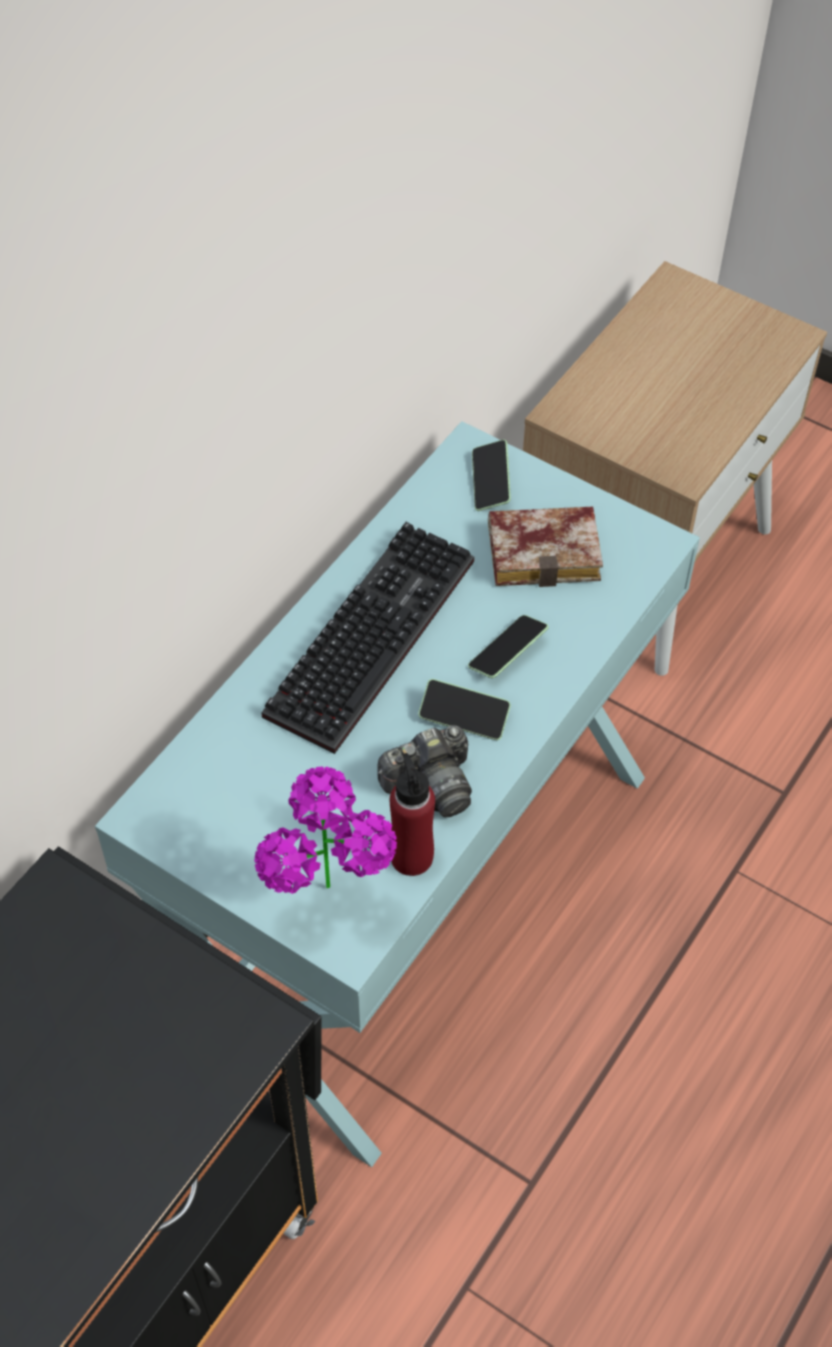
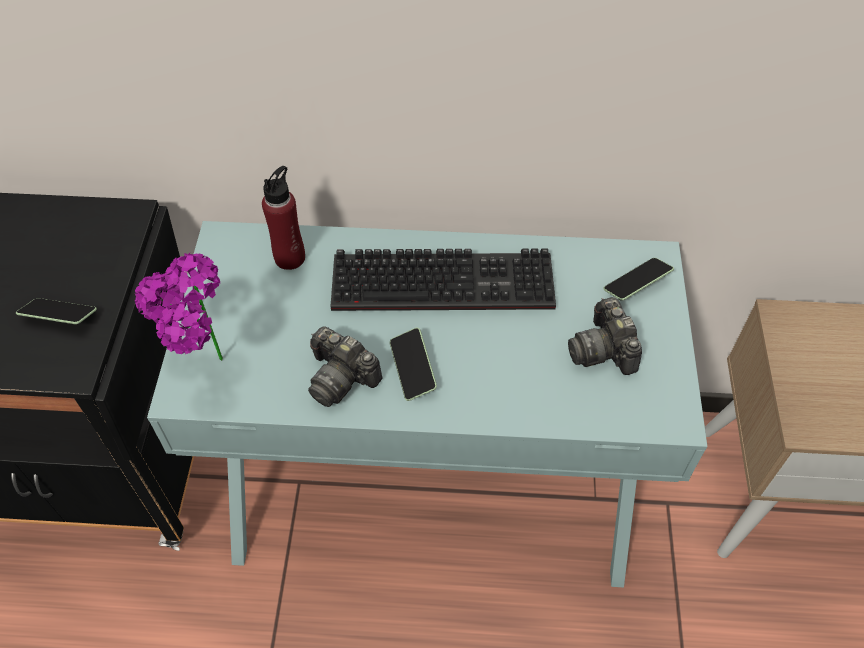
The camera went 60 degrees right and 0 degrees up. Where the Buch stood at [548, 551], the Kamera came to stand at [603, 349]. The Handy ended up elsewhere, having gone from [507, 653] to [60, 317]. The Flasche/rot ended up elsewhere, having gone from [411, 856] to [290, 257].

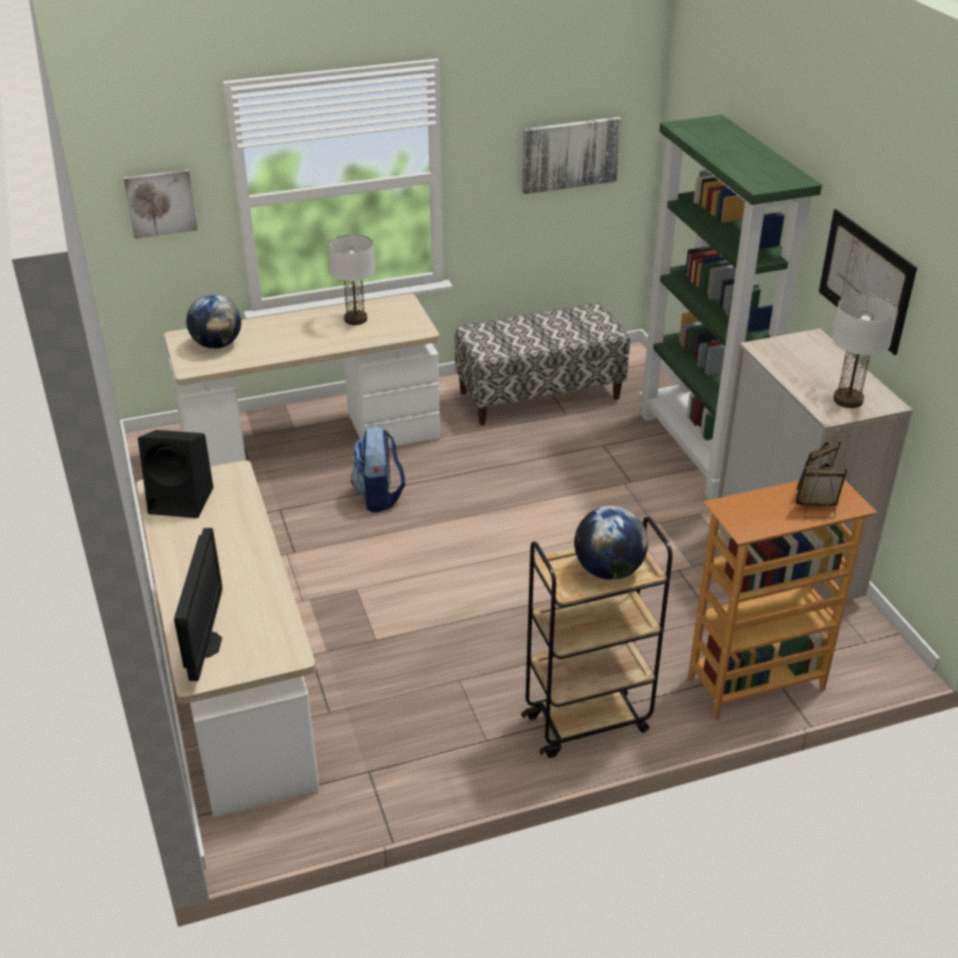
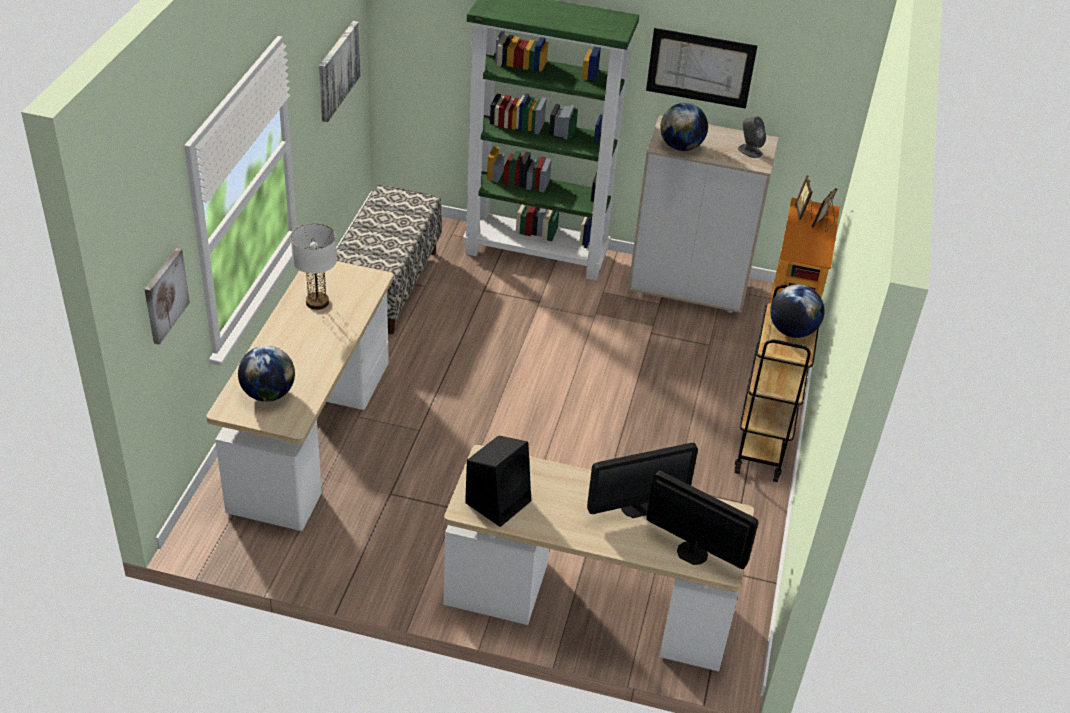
The camera went 60 degrees left and 5 degrees up. Where the Tischlampe stood at [848, 400], the Lautsprecher/grau came to stand at [749, 151]. The second view lost the Rucksack at [379, 496]. The second view gained the Globus at [681, 147]. The second view gained the Monitor at [635, 507].

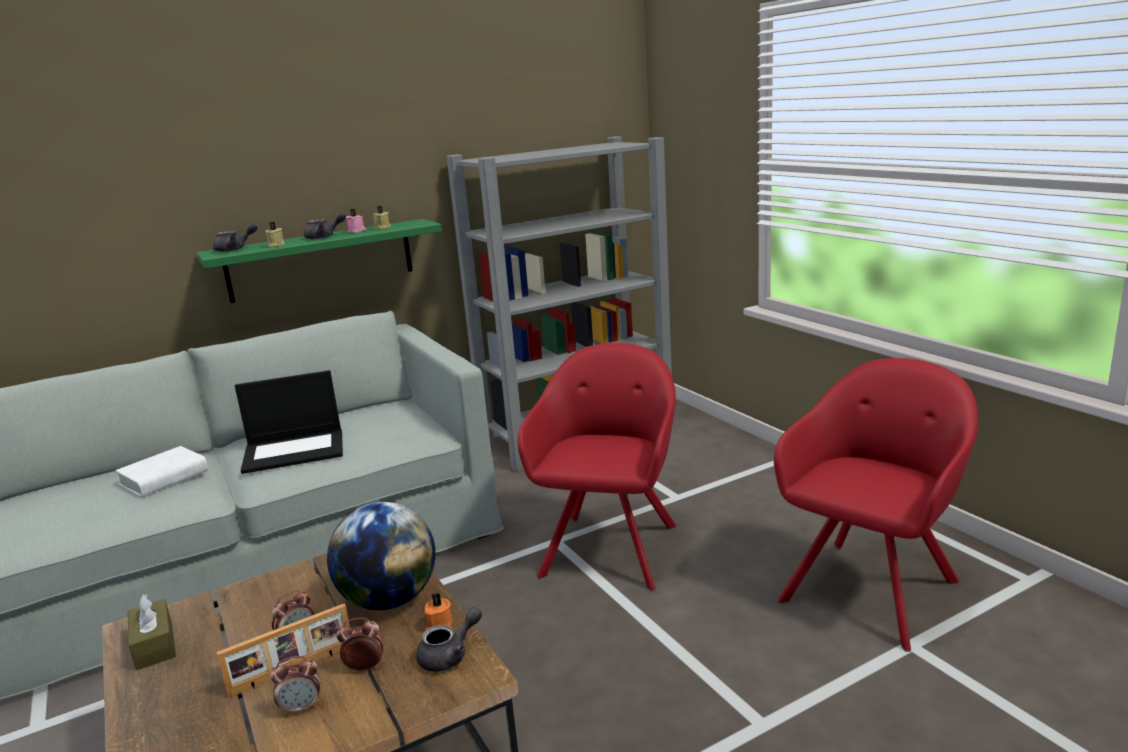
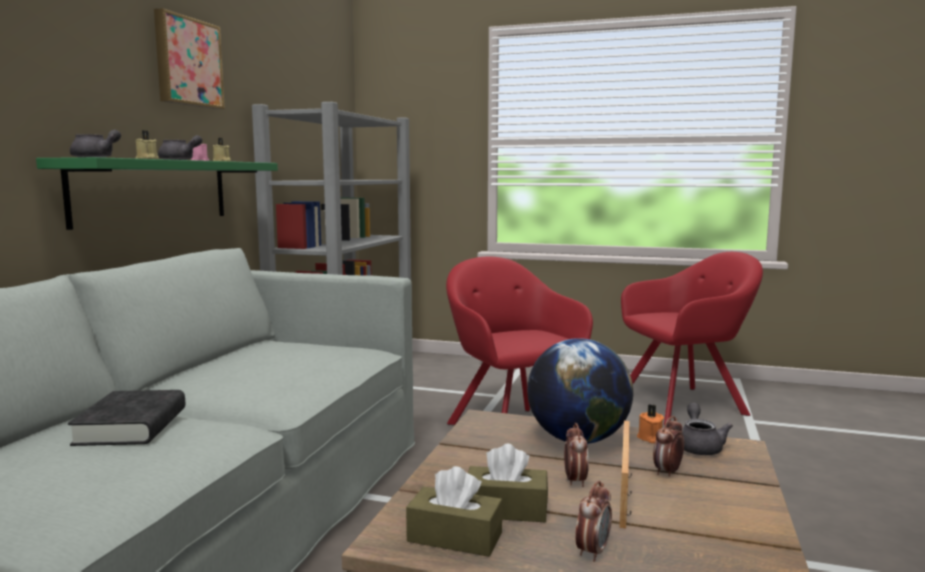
The camera went 45 degrees left and 10 degrees down. The Sessel/rot at [872, 586] ended up facing another way, 75 degrees clockwise from before. The second view lost the Laptop at [295, 450]. What was the Buch/weiß at [164, 478] turned into the Buch/schwarz at [132, 426]. The Wecker ended up elsewhere, having gone from [301, 708] to [592, 551]. The second view gained the Bild at [187, 62]. The second view gained the Taschentuchbox/braun at [506, 509].

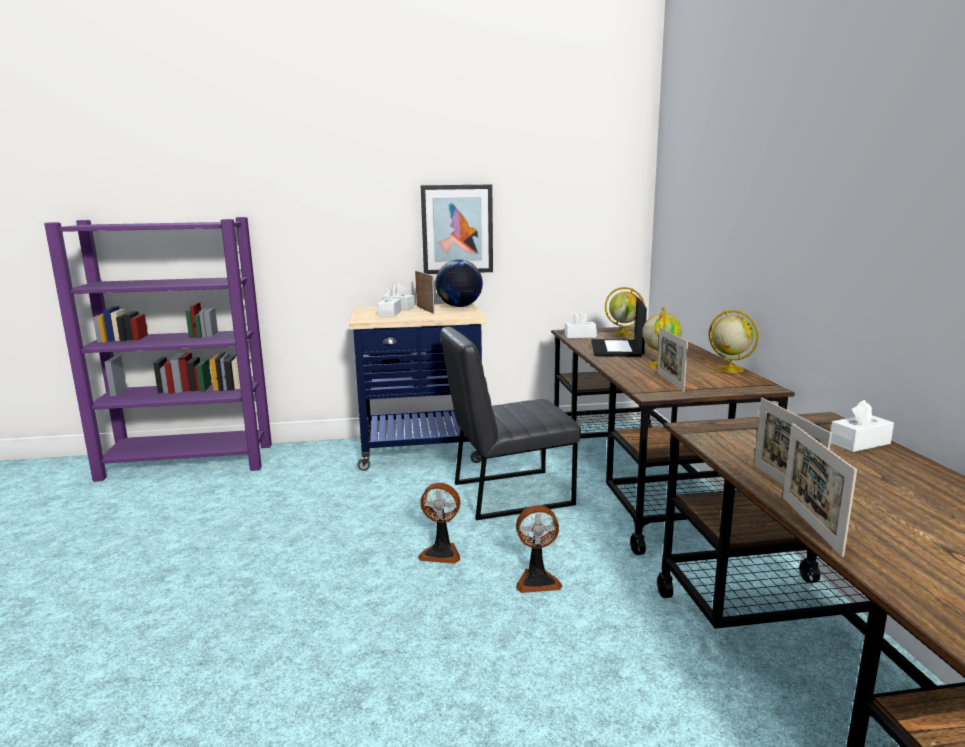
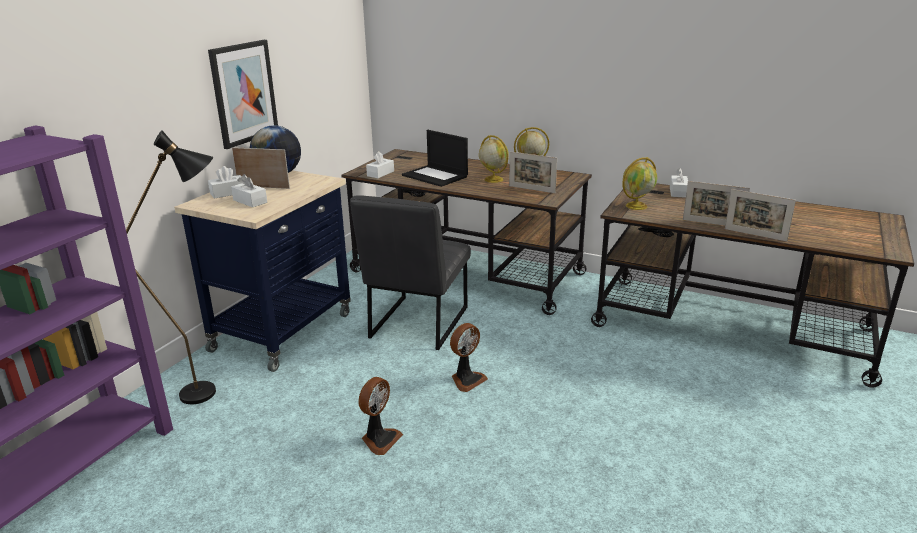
The camera went 55 degrees left and 10 degrees up. The Globus ended up elsewhere, having gone from [623, 334] to [636, 206]. The Ventilator ended up elsewhere, having gone from [537, 580] to [379, 439]. The second view gained the Stehlampe/schwarz at [212, 391].

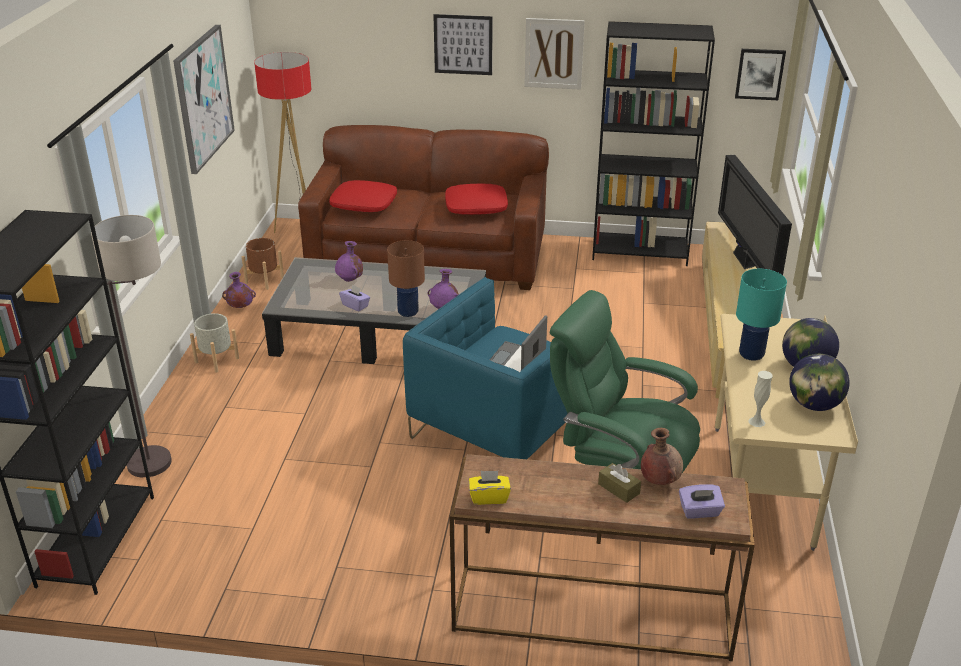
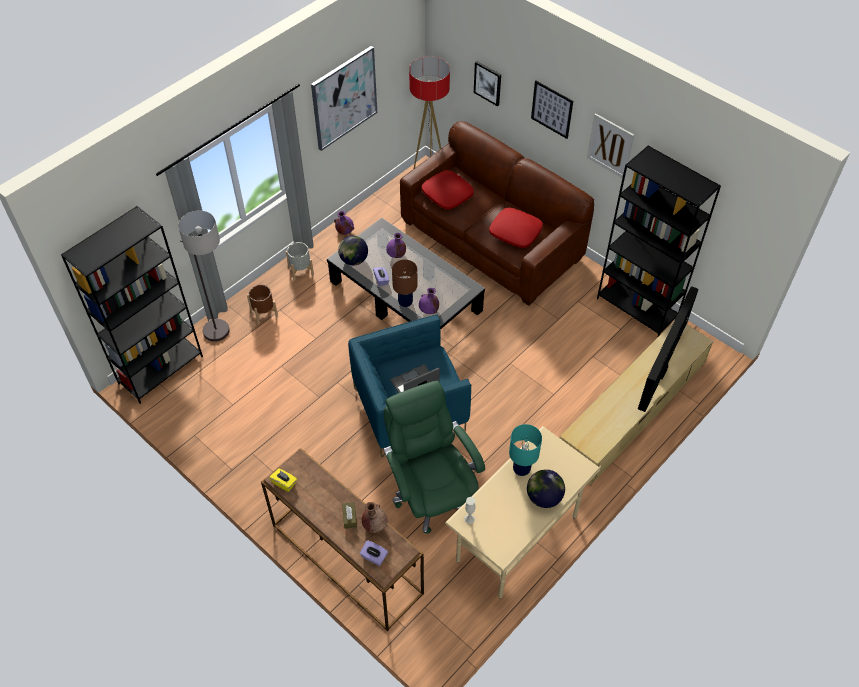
The camera went 35 degrees right and 20 degrees up. The Bild ended up elsewhere, having gone from [759, 74] to [488, 83]. The Pflanzkübel/braun ended up elsewhere, having gone from [264, 280] to [264, 313]. The Globus ended up elsewhere, having gone from [814, 405] to [353, 260].

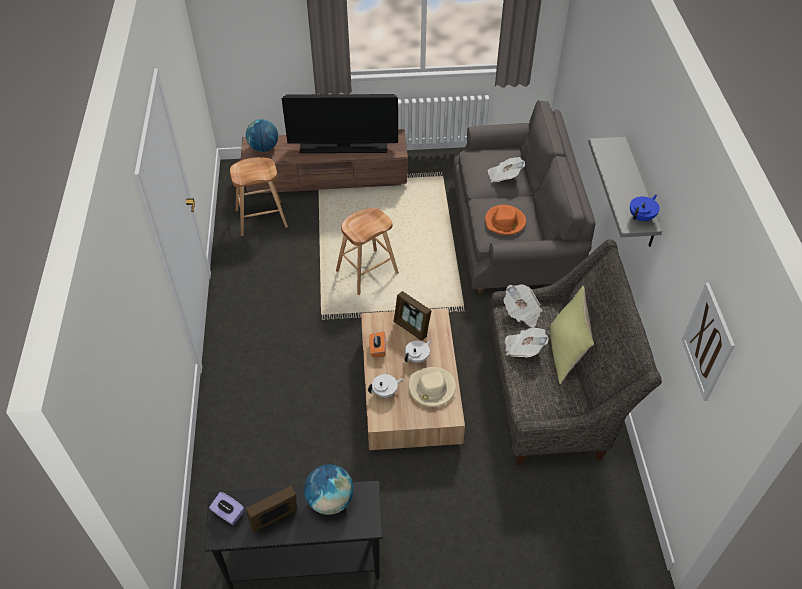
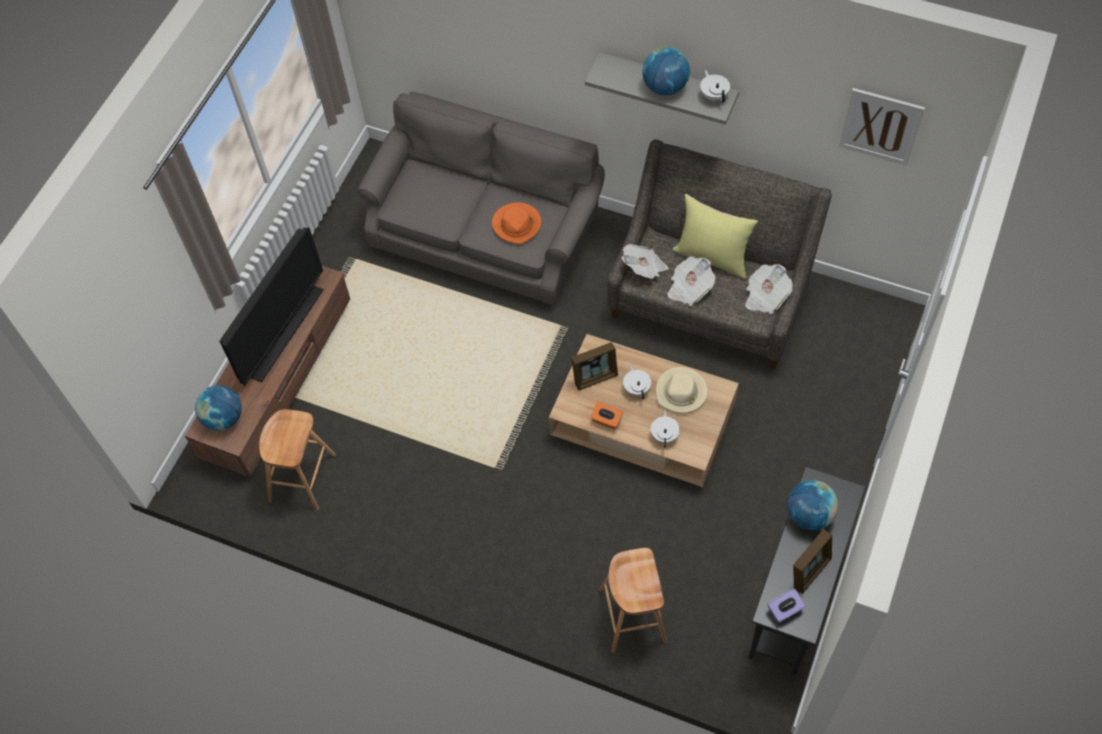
The camera went 60 degrees left and 10 degrees up. The Zeitung ended up elsewhere, having gone from [504, 176] to [765, 296]. What was the Teekanne/blau at [642, 217] turned into the Teekanne/weiß at [714, 96]. The Hocker/braun ended up elsewhere, having gone from [367, 272] to [632, 615]. The Bilderrahmen at [274, 520] ended up facing another way, 135 degrees counterclockwise from before. The second view gained the Globus at [665, 87].

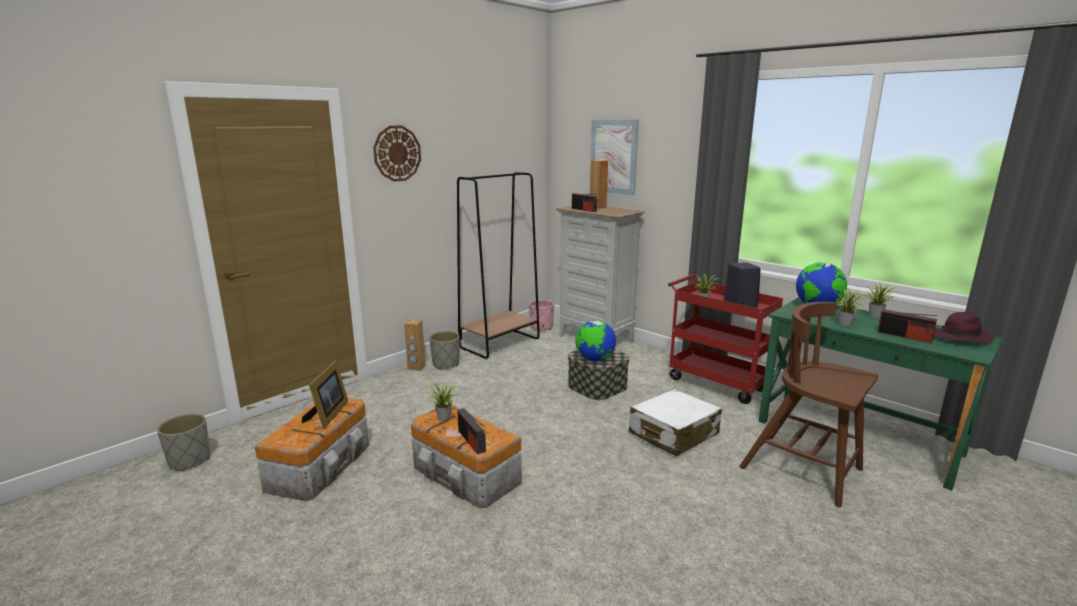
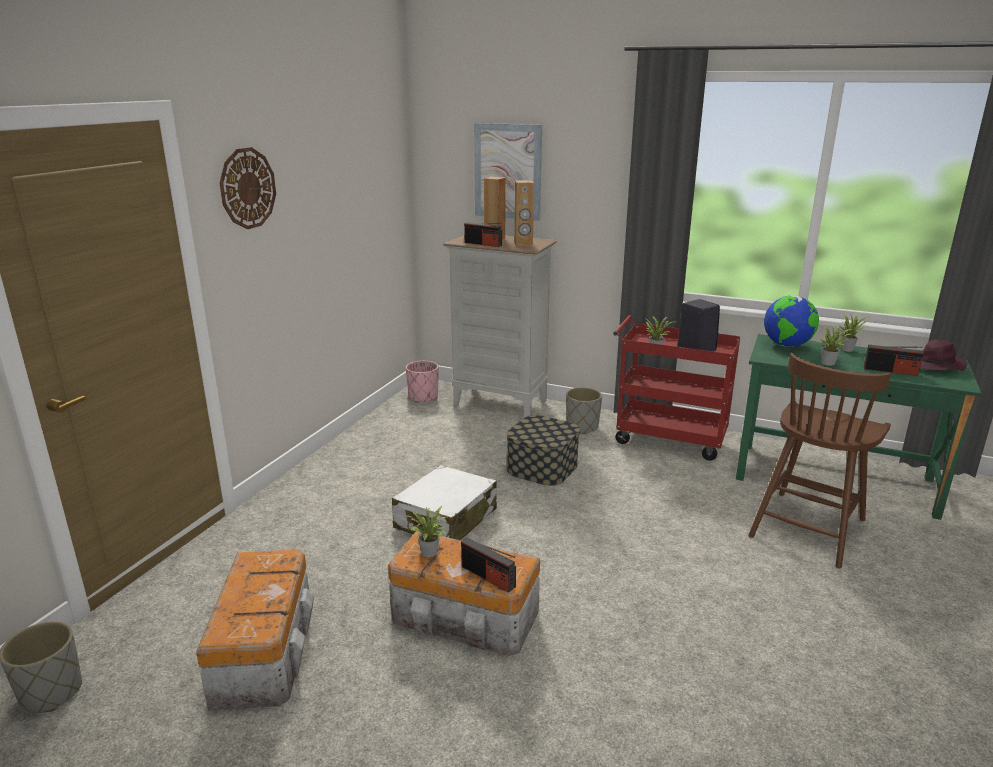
The camera went 20 degrees left and 5 degrees up. The second view lost the Kleiderständer at [499, 344]. The Stuhl/braun at [803, 469] ended up facing another way, 75 degrees counterclockwise from before. The Lautsprecher/braun ended up elsewhere, having gone from [416, 367] to [523, 243]. The second view lost the Globus at [594, 359]. The Pflanzkübel/grau ended up elsewhere, having gone from [445, 364] to [582, 427]. The second view lost the Bilderrahmen at [328, 415]. The Koffer/weiß ended up elsewhere, having gone from [673, 434] to [445, 519].

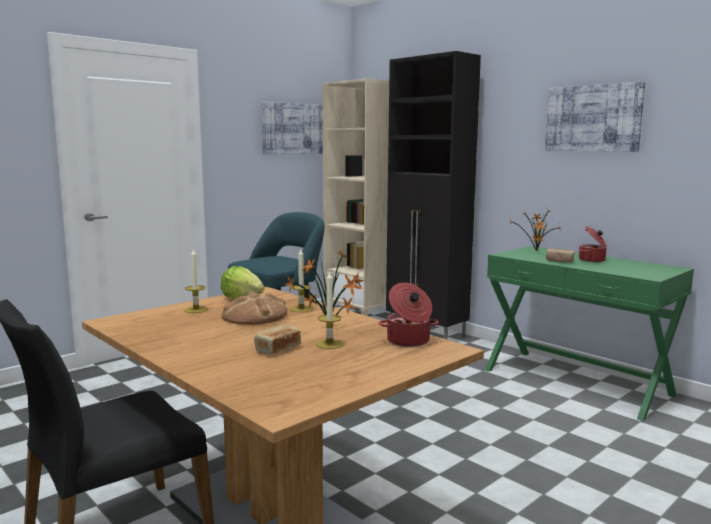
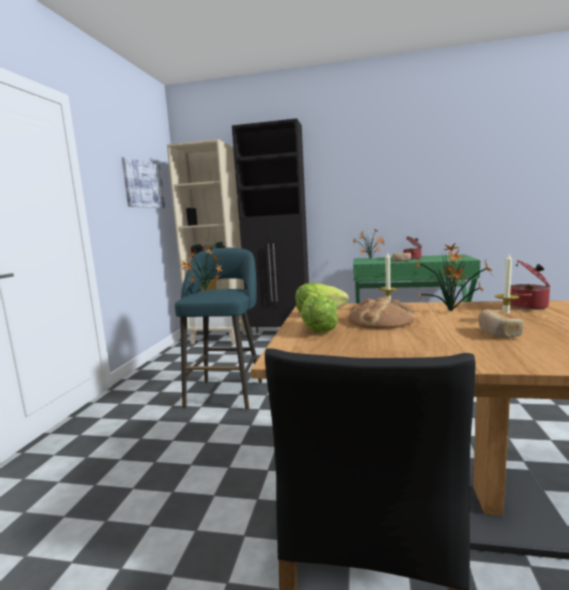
The camera went 35 degrees left and 0 degrees up. The second view lost the Bild at [593, 118]. Where the Kerze stood at [196, 310], the Salatkopf came to stand at [317, 329]. The second view gained the Topfpflanze at [204, 291].

